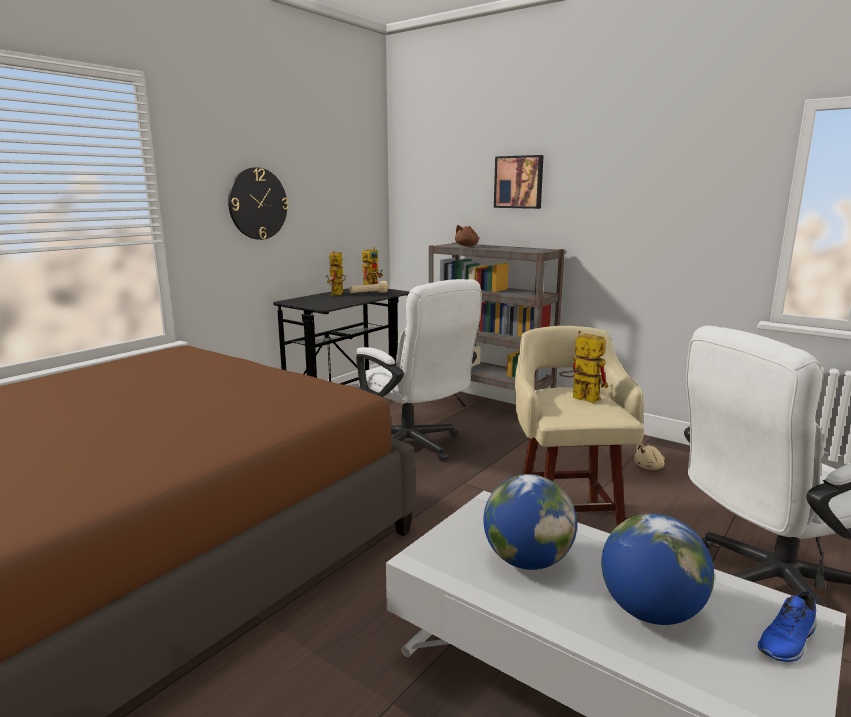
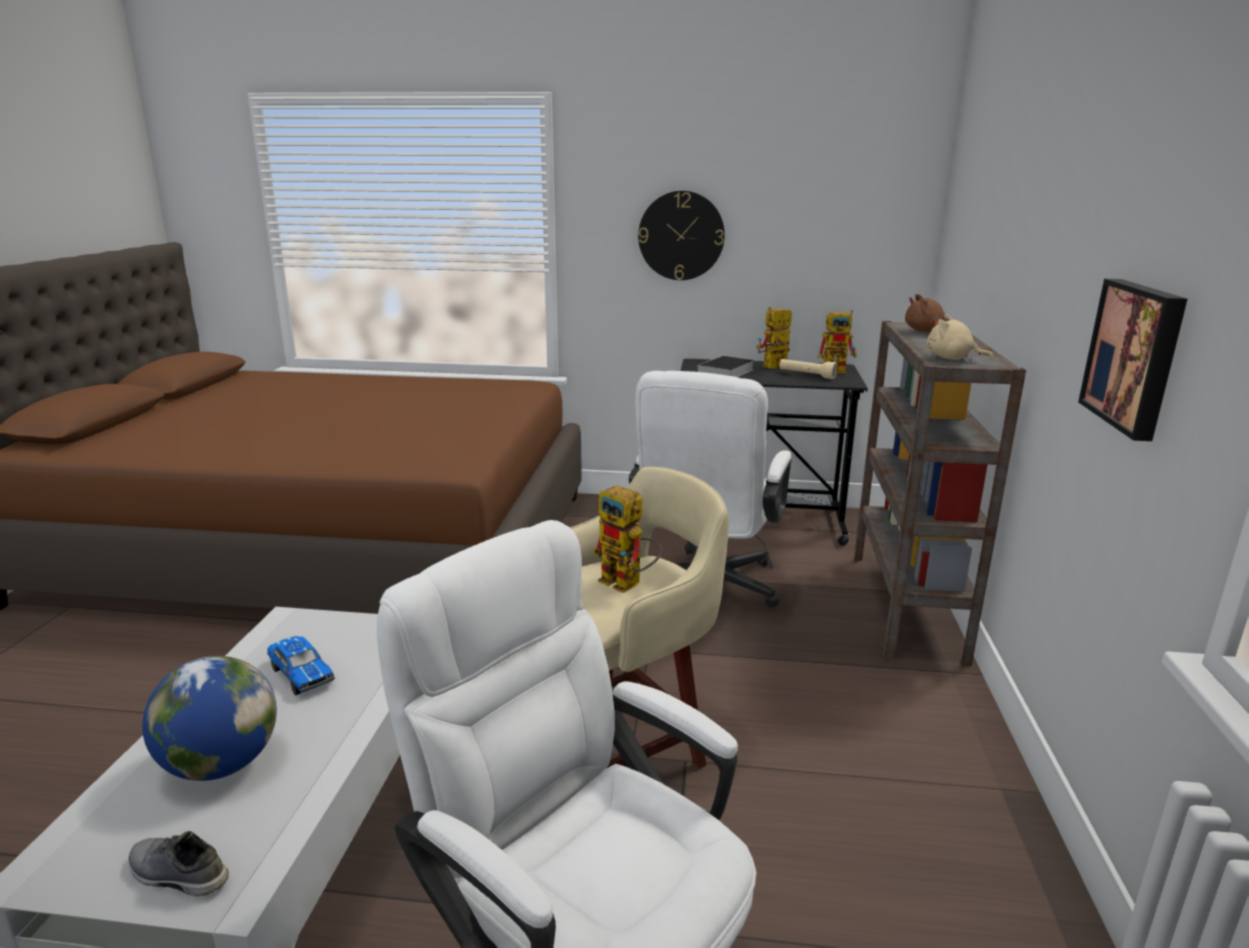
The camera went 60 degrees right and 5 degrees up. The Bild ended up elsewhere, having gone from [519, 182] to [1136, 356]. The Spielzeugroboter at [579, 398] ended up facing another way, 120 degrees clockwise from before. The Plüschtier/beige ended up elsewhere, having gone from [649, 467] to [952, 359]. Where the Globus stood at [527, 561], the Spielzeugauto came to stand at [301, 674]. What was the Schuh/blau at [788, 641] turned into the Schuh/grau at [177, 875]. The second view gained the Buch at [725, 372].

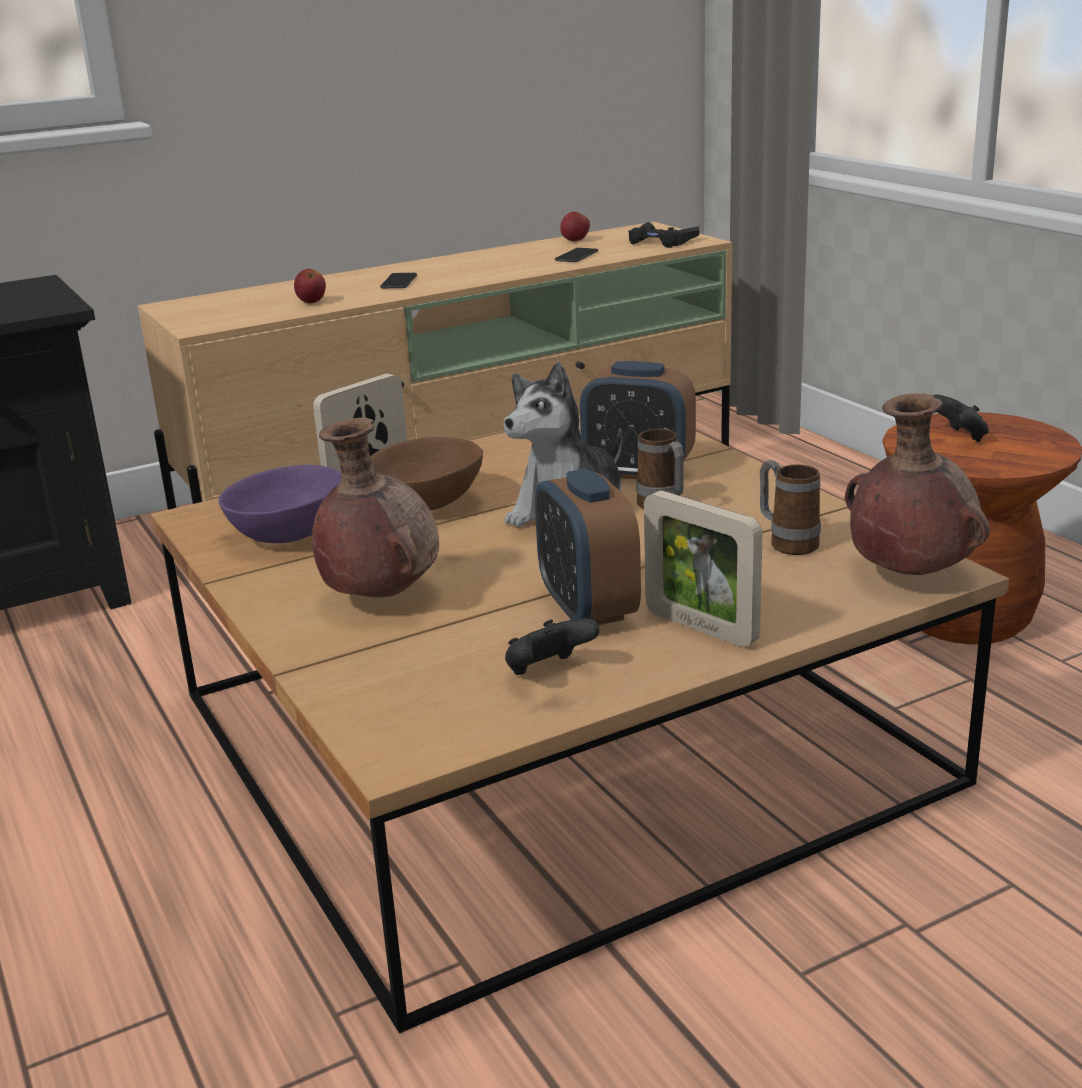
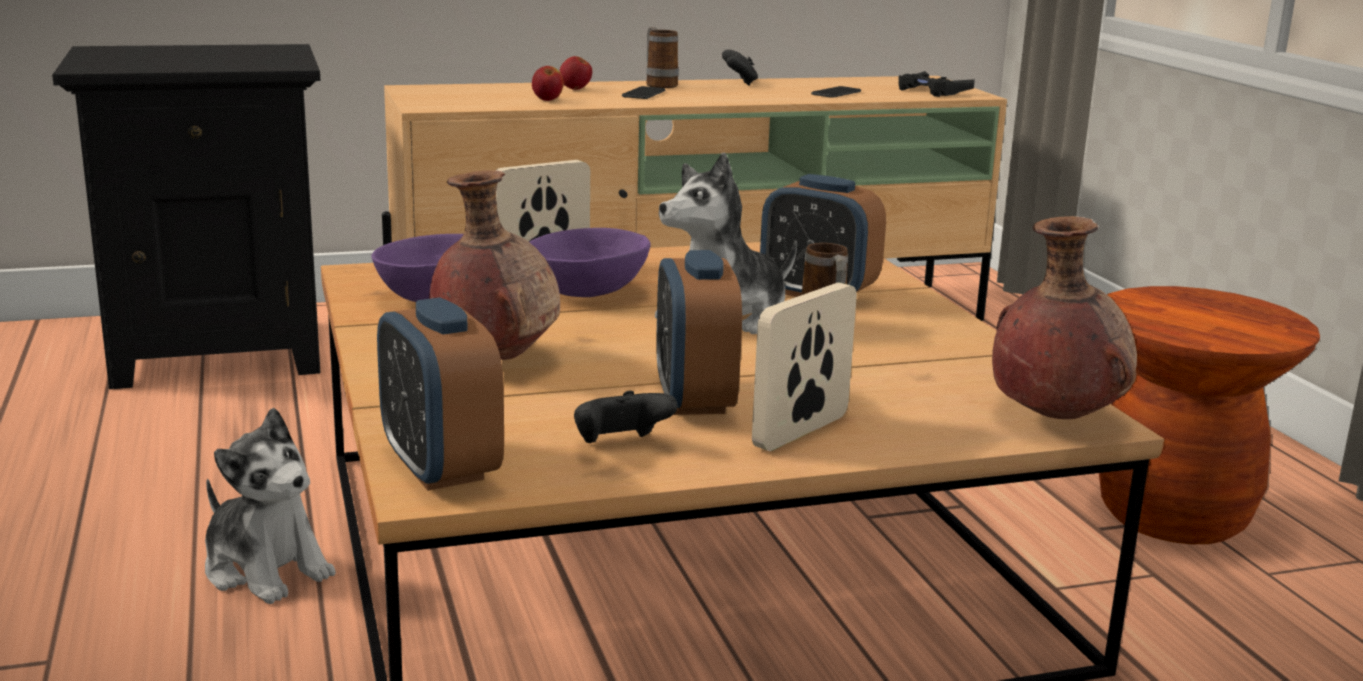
The camera went 10 degrees right and 5 degrees down. The Apfel ended up elsewhere, having gone from [575, 240] to [575, 89]. The Gamepad/schwarz ended up elsewhere, having gone from [958, 437] to [739, 83]. What was the Schüssel/braun at [427, 503] turned into the Schüssel/lila at [589, 291]. The Henkelbecher ended up elsewhere, having gone from [787, 542] to [659, 84]. The Bilderrahmen at [701, 627] ended up facing another way, 75 degrees clockwise from before. The second view gained the Wecker at [440, 467]. The second view gained the Plüschtier at [266, 569].

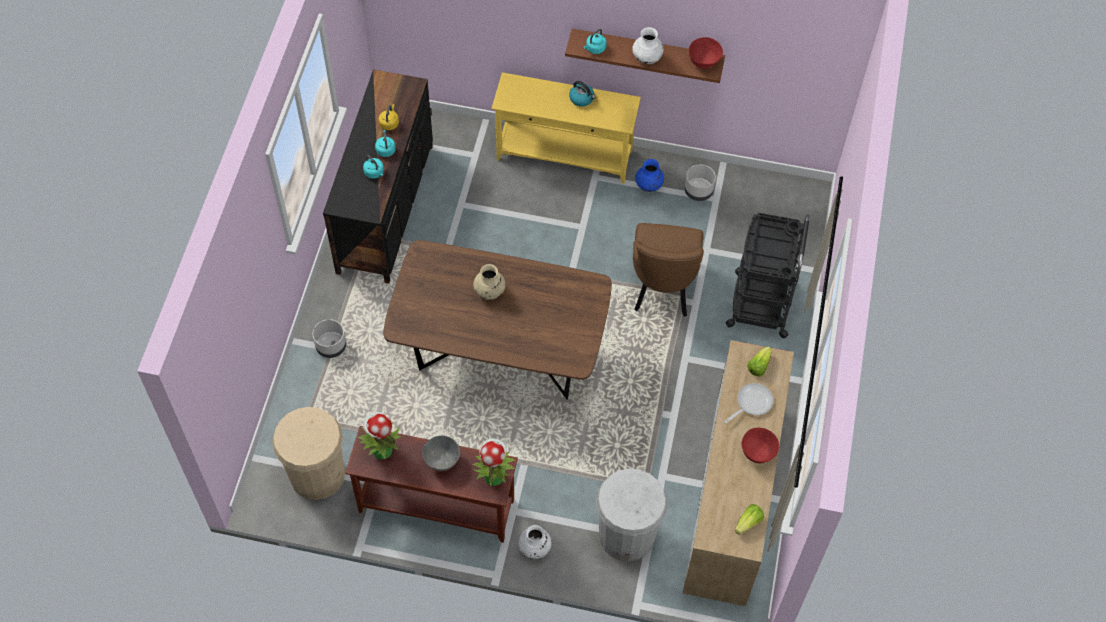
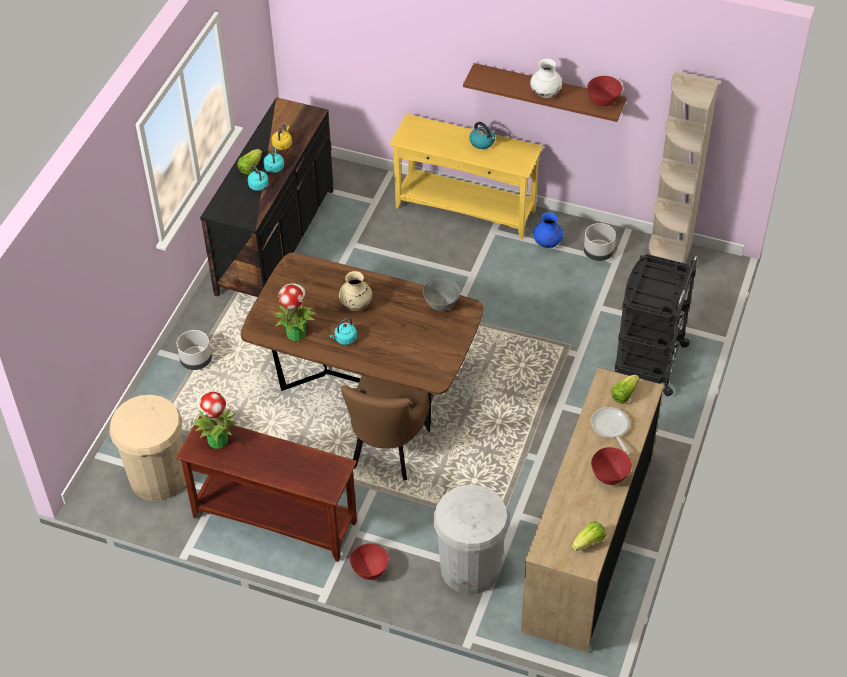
The camera went 10 degrees right and 10 degrees down. The Wasserkessel/türkis ended up elsewhere, having gone from [595, 49] to [344, 339]. The Stuhl/braun ended up elsewhere, having gone from [663, 284] to [388, 444]. The Pfanne at [751, 403] ended up facing another way, 75 degrees counterclockwise from before. The Schüssel/grau ended up elsewhere, having gone from [442, 460] to [441, 304]. The Topfpflanze ended up elsewhere, having gone from [493, 476] to [296, 332]. Where the Vase/weiß stood at [535, 548], the Schüssel/rot came to stand at [370, 571]. The second view gained the Bücherregal/beige at [668, 256]. The second view gained the Salatkopf at [250, 167].

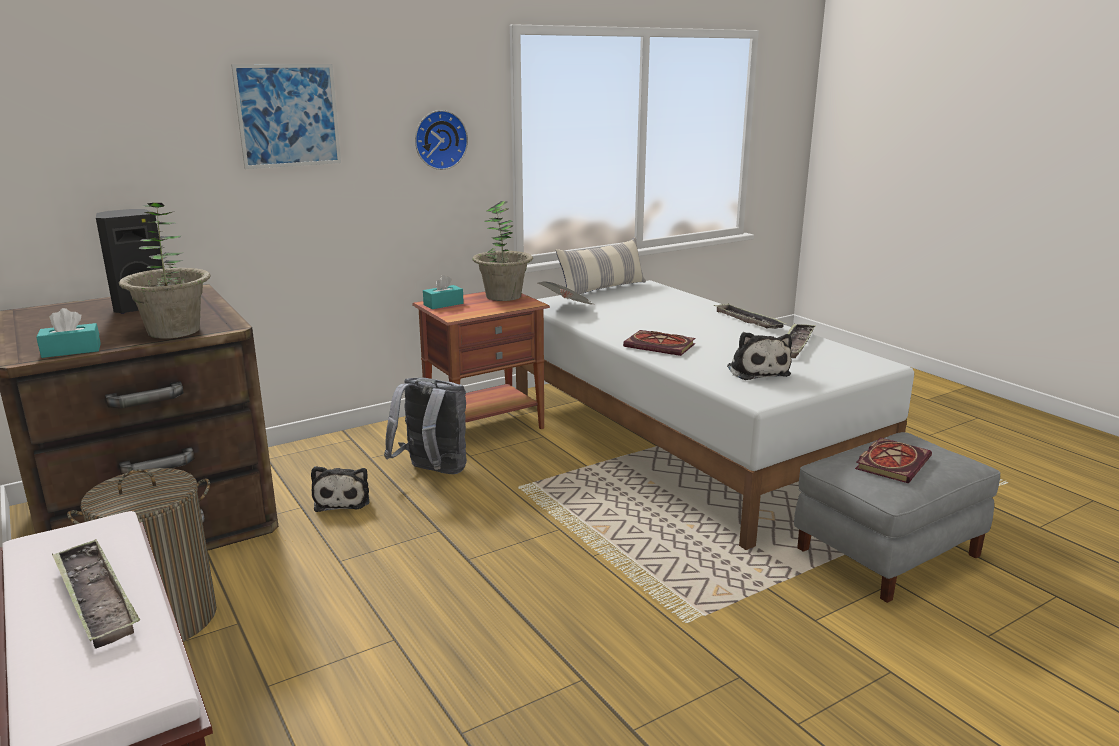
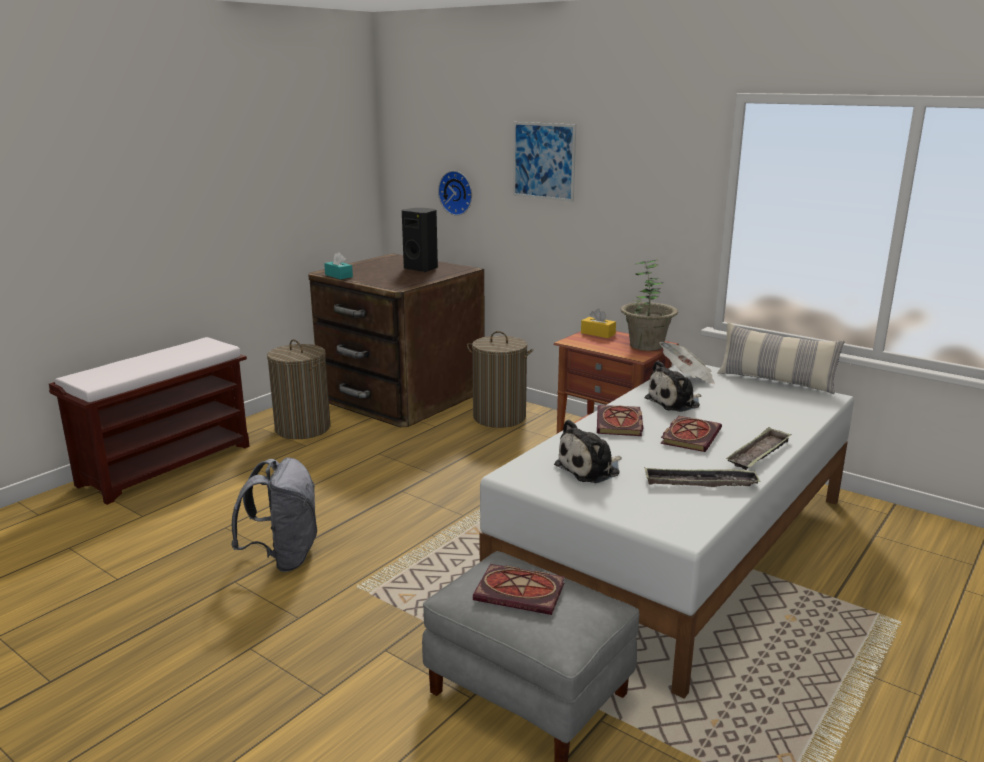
The camera went 70 degrees right and 0 degrees up. The Wanduhr ended up elsewhere, having gone from [439, 139] to [457, 192]. The second view lost the Topfpflanze at [174, 331]. What was the Taschentuchbox/türkis at [443, 304] turned into the Taschentuchbox/gelb at [598, 333]. The Rucksack/grau ended up elsewhere, having gone from [432, 473] to [283, 558]. The Plüschtier ended up elsewhere, having gone from [343, 499] to [675, 402]. The second view lost the Tablett at [96, 599]. The second view gained the Wäschekorb at [499, 417]. The second view gained the Buch at [690, 436].

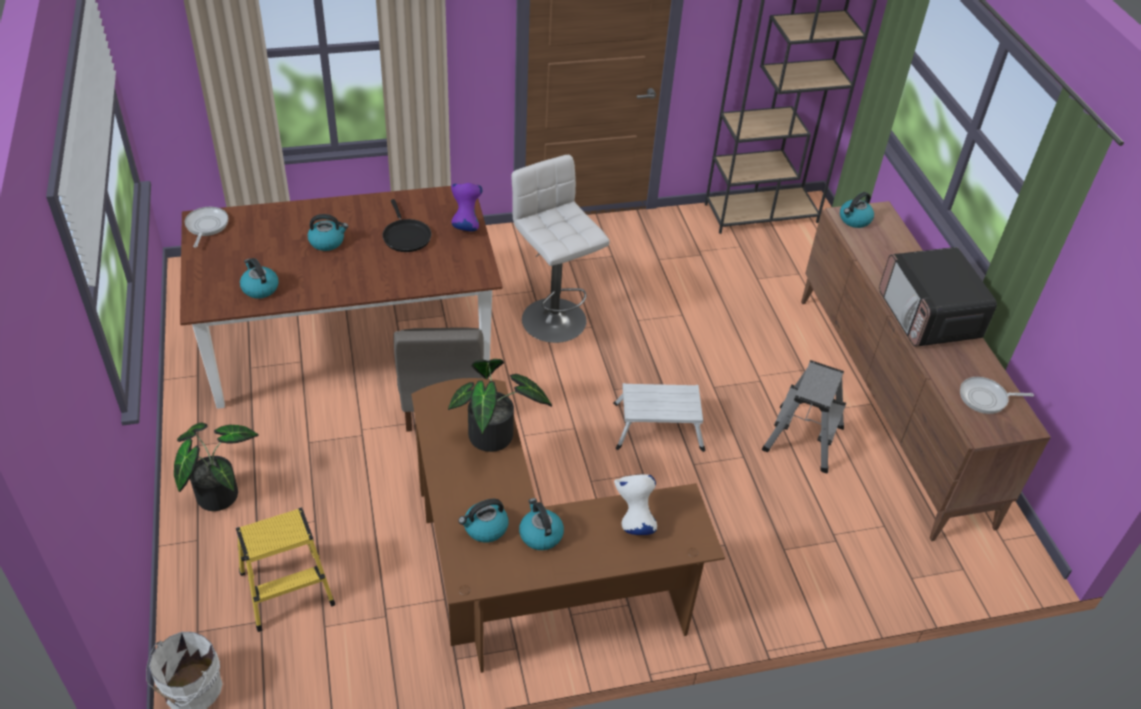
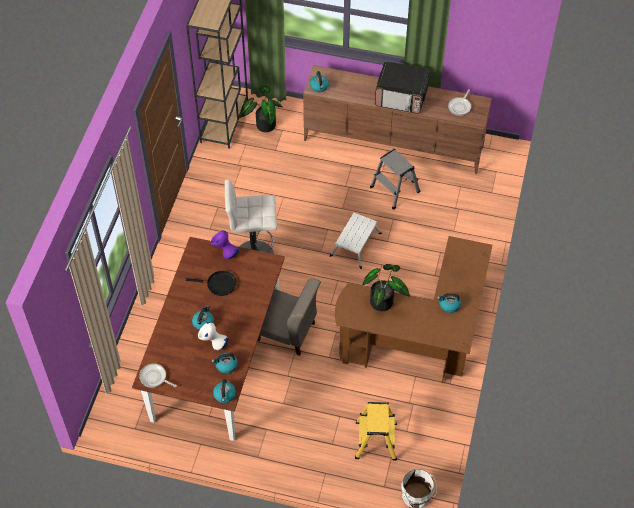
The camera went 60 degrees left and 10 degrees up. The Topfpflanze ended up elsewhere, having gone from [218, 491] to [263, 124]. The Vase/weiß ended up elsewhere, having gone from [633, 521] to [213, 344]. The Wasserkessel ended up elsewhere, having gone from [485, 528] to [225, 395].

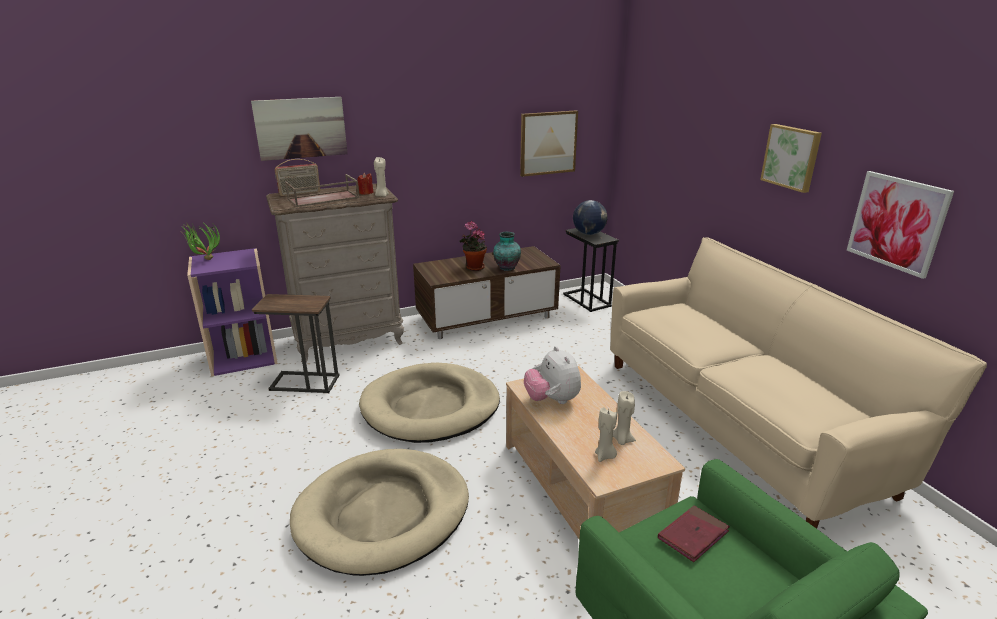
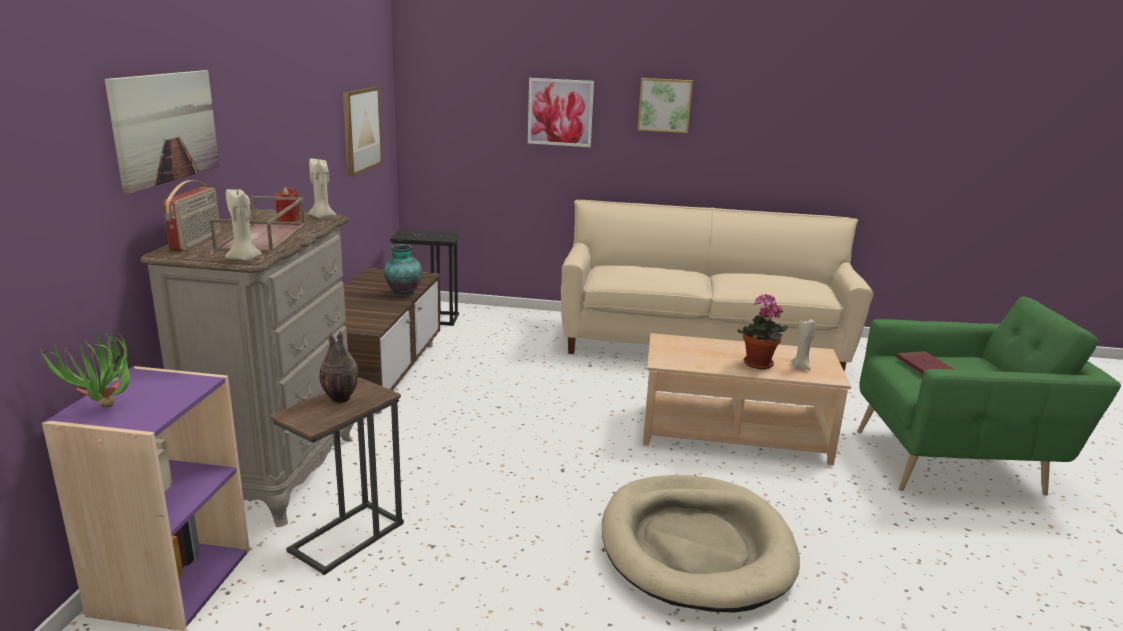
The camera went 60 degrees left and 5 degrees down. The Bild ended up elsewhere, having gone from [897, 223] to [560, 112]. The second view lost the Globus at [589, 234]. The Topfpflanze ended up elsewhere, having gone from [473, 267] to [757, 365]. The second view lost the Plüschtier at [552, 400]. The second view lost the Hundebett/beige at [430, 407]. The Kerze/beige ended up elsewhere, having gone from [622, 440] to [245, 259]. The second view gained the Vase at [339, 399].

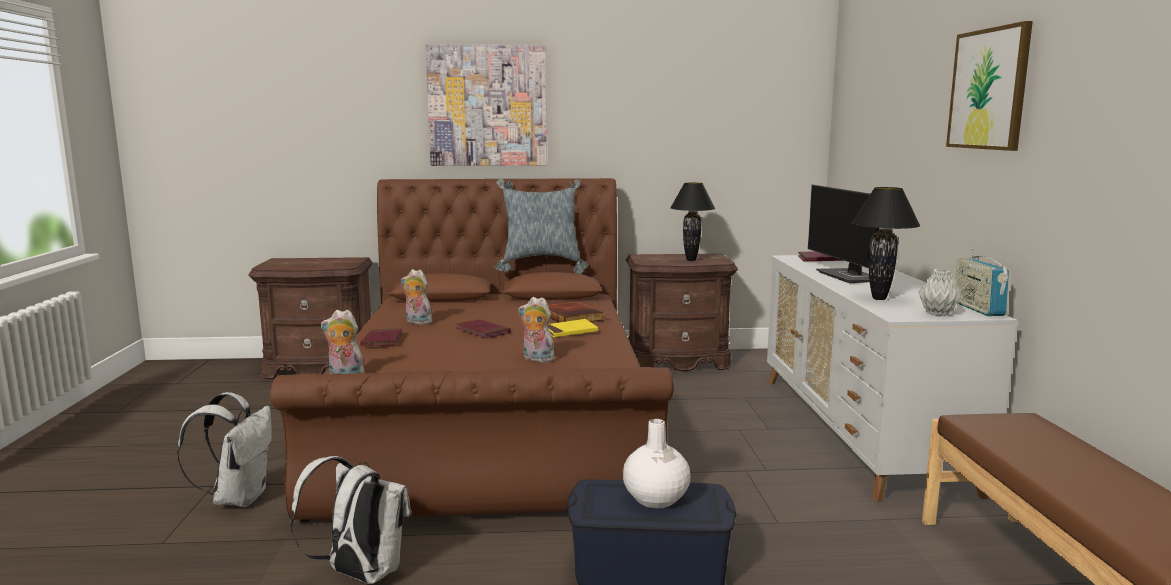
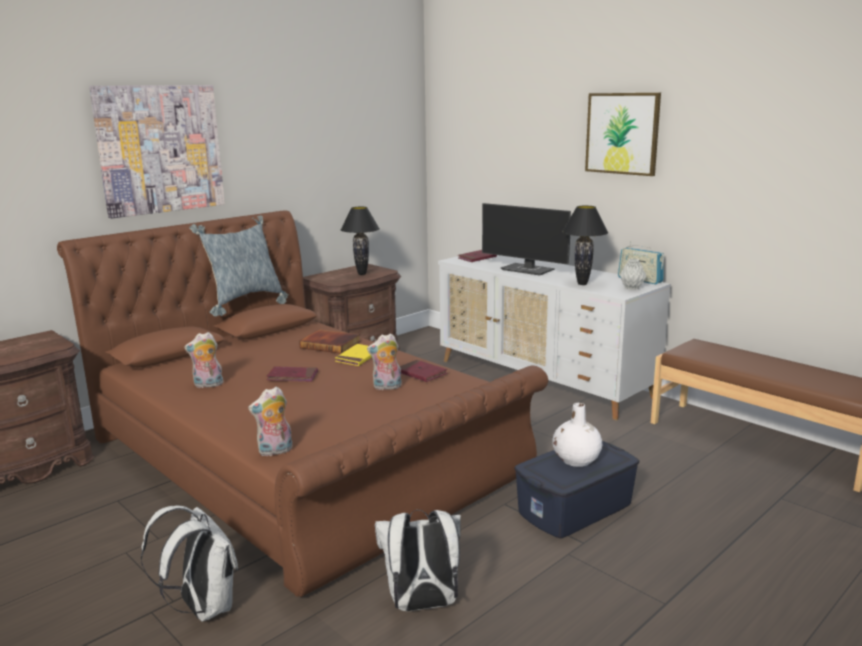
The camera went 40 degrees left and 5 degrees up. The Buch/rot ended up elsewhere, having gone from [382, 340] to [421, 373].

